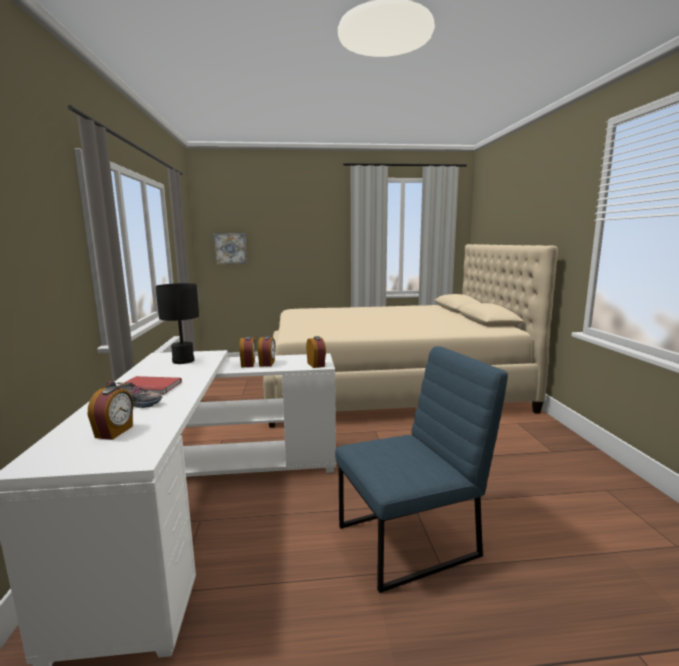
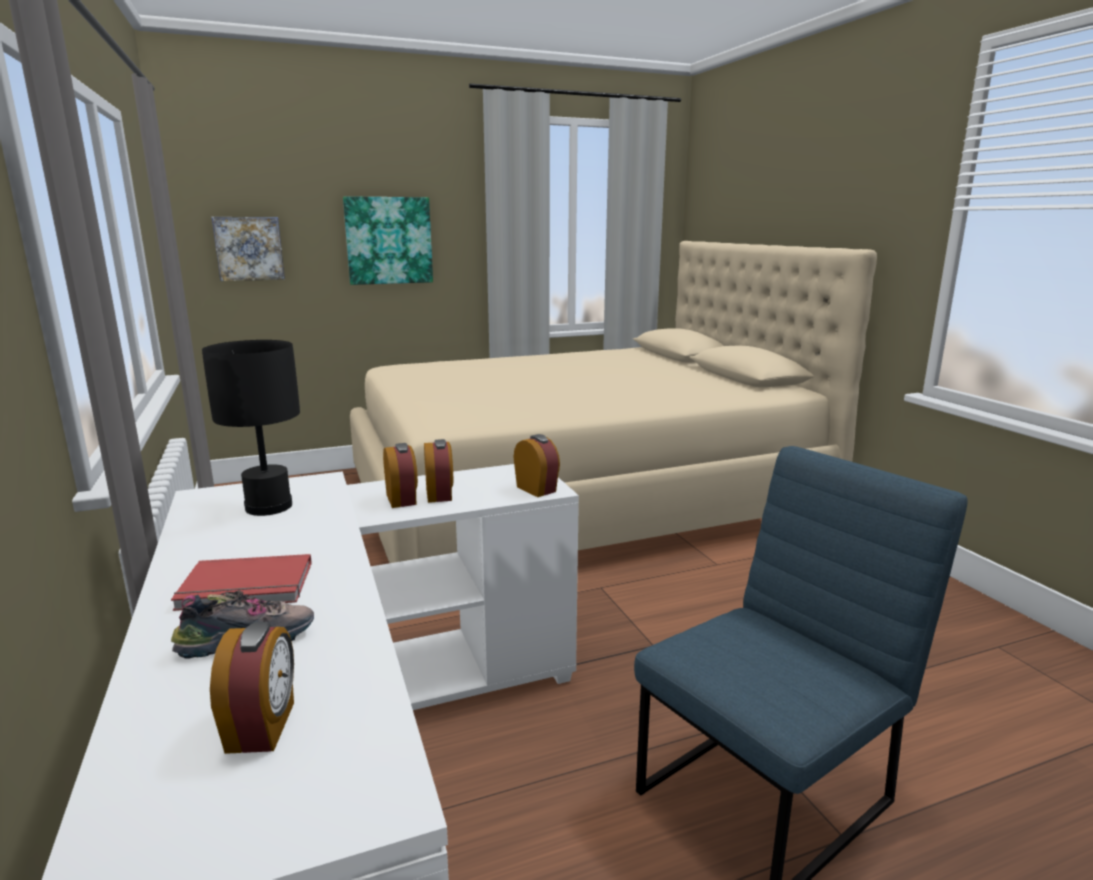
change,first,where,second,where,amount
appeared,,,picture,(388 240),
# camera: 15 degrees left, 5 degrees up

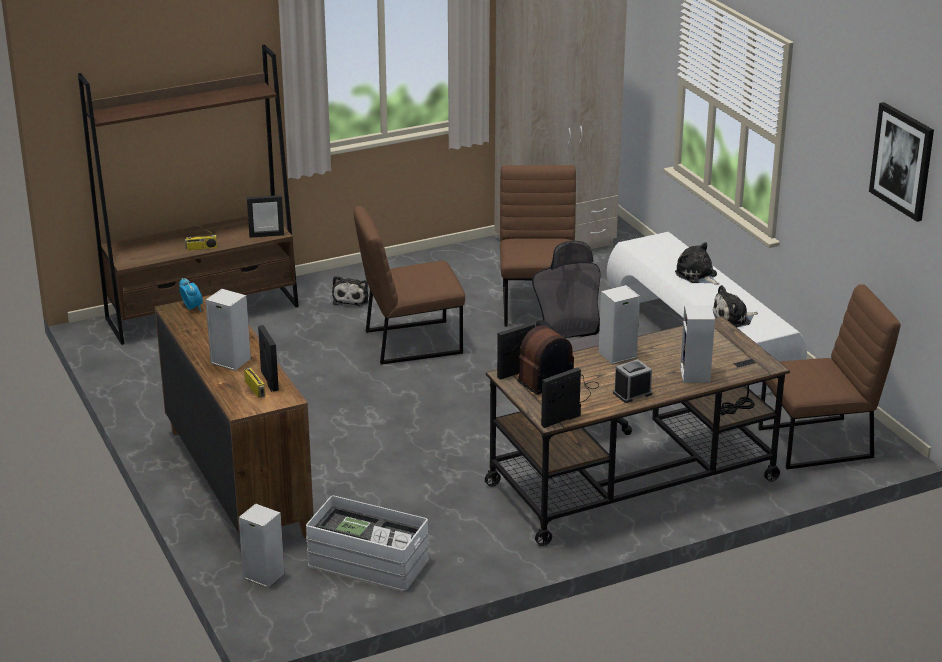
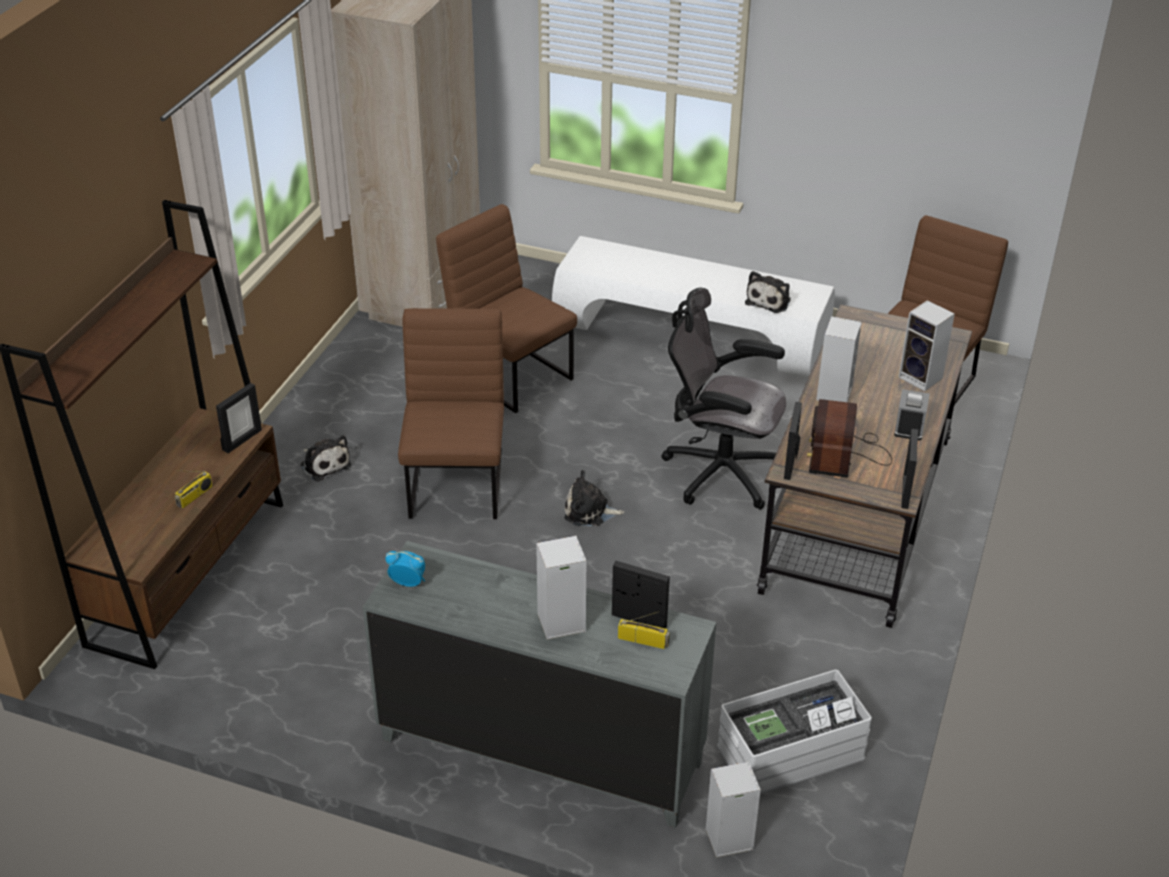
change,first,where,second,where,amount
colour,brown dresser,(234 416),grey dresser,(539 684),
spun,brown chair,(409 285),,(451 413),150 degrees clockwise
relocated,plush toy,(697 263),,(594 498),
missing,picture,(901 162),,,
# camera: 45 degrees left, 10 degrees up

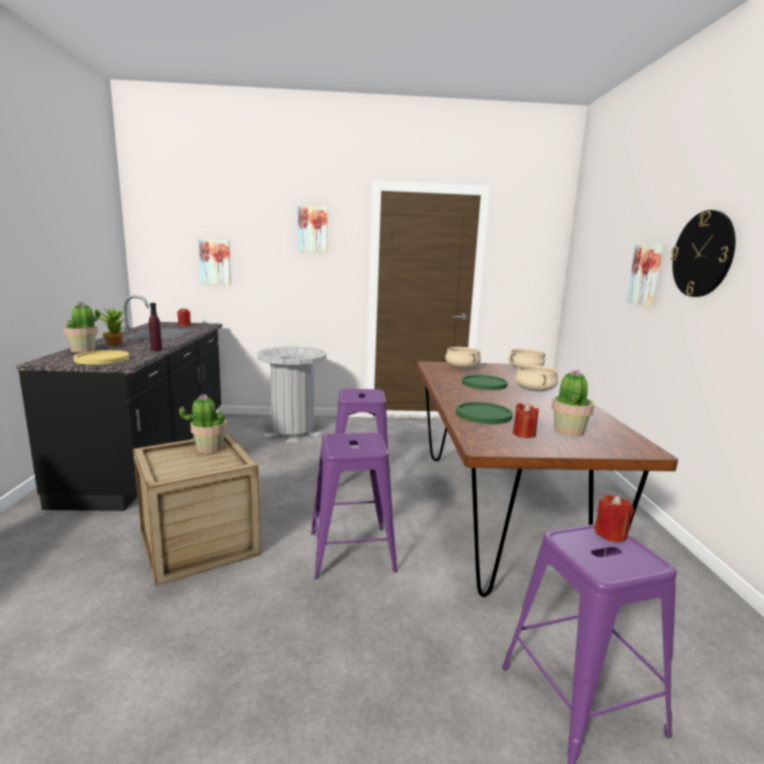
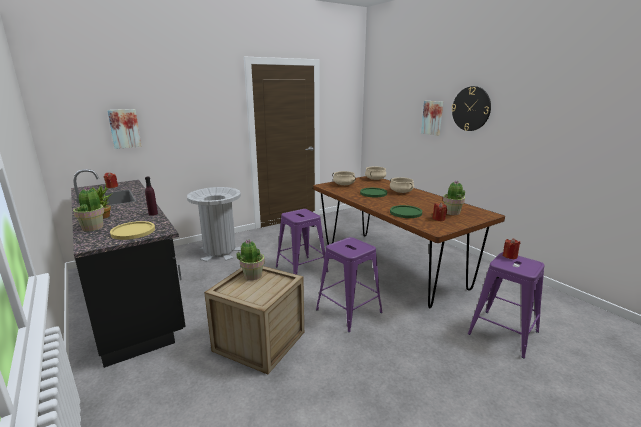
change,first,where,second,where,amount
missing,picture,(313 228),,,
# camera: 30 degrees left, 5 degrees up

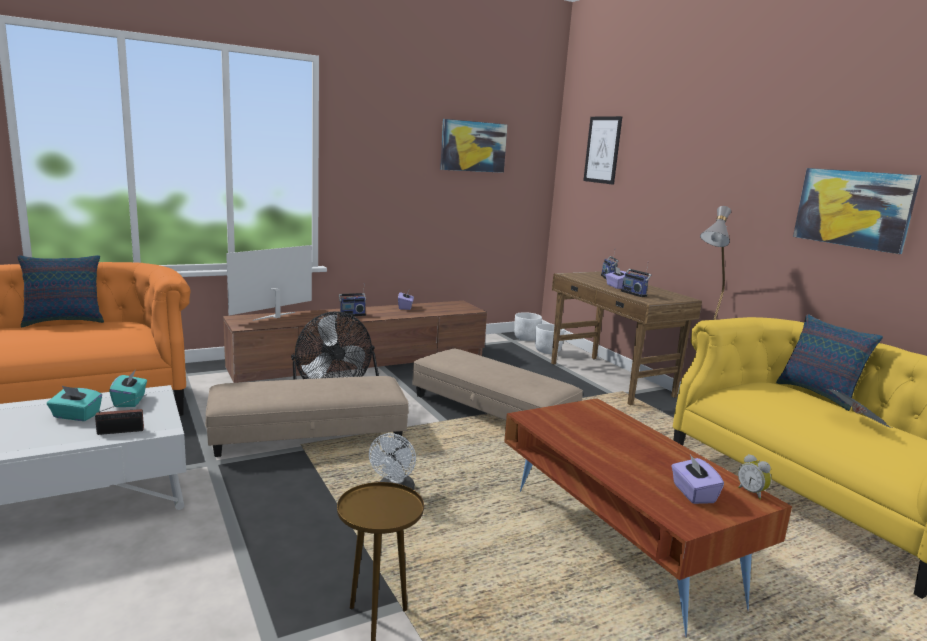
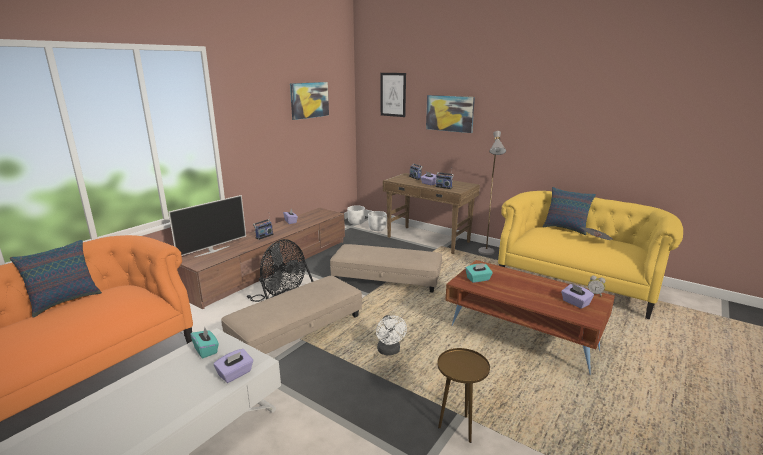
change,first,where,second,where,amount
relocated,turquoise tissue box,(74 403),,(479 273),
exchanged,radio,(121 414),purple tissue box,(233 366),
spun,television,(269 283),,(207 226),150 degrees counterclockwise
relocated,picture,(857 211),,(450 114),
# camera: 25 degrees left, 5 degrees up

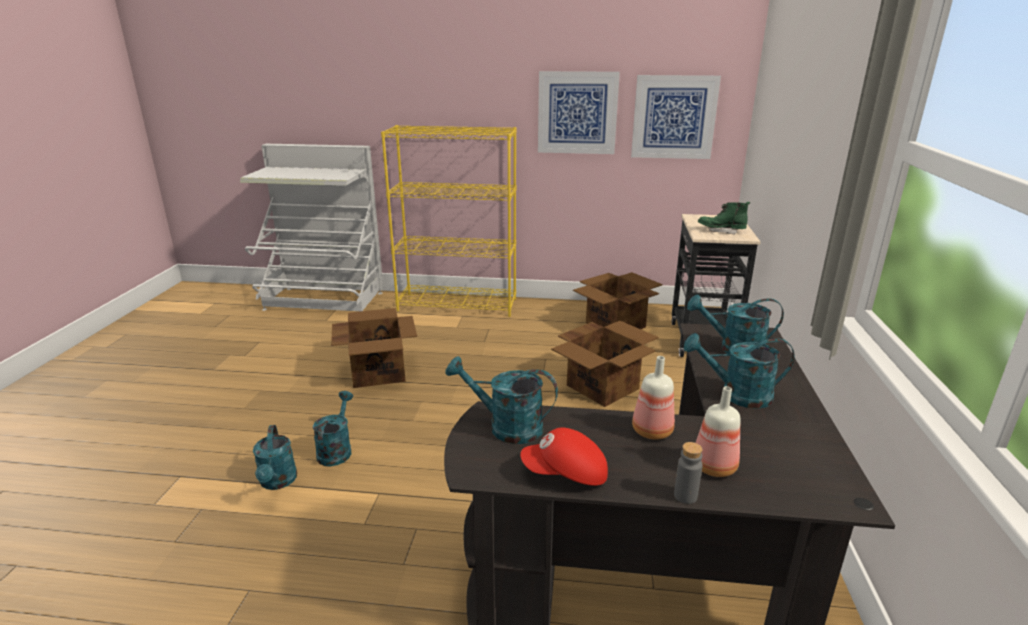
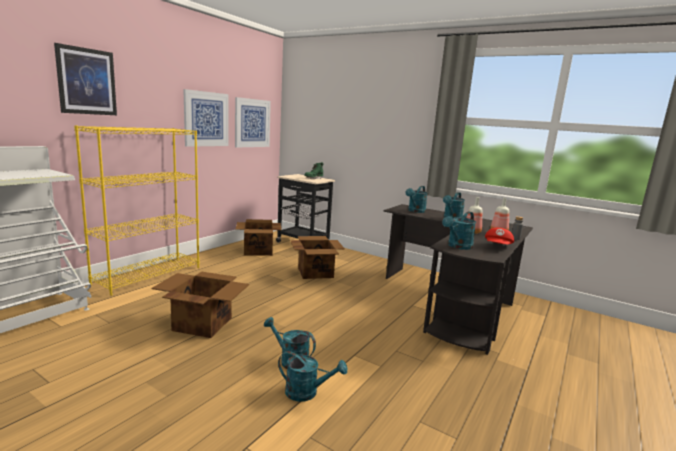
change,first,where,second,where,amount
appeared,,,picture,(85 79),
# camera: 65 degrees left, 10 degrees down

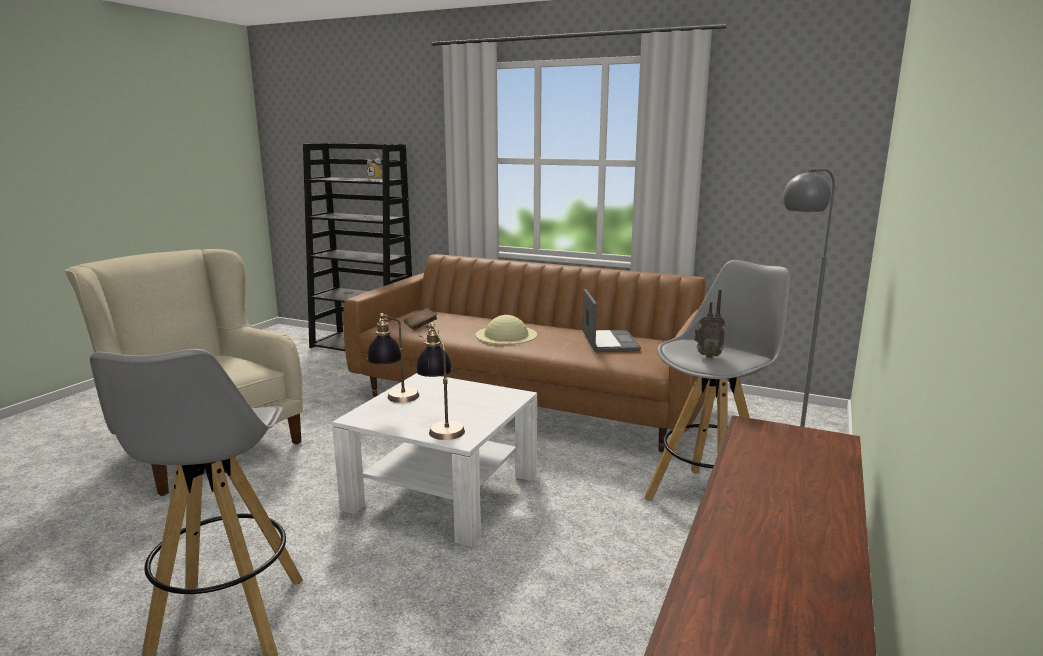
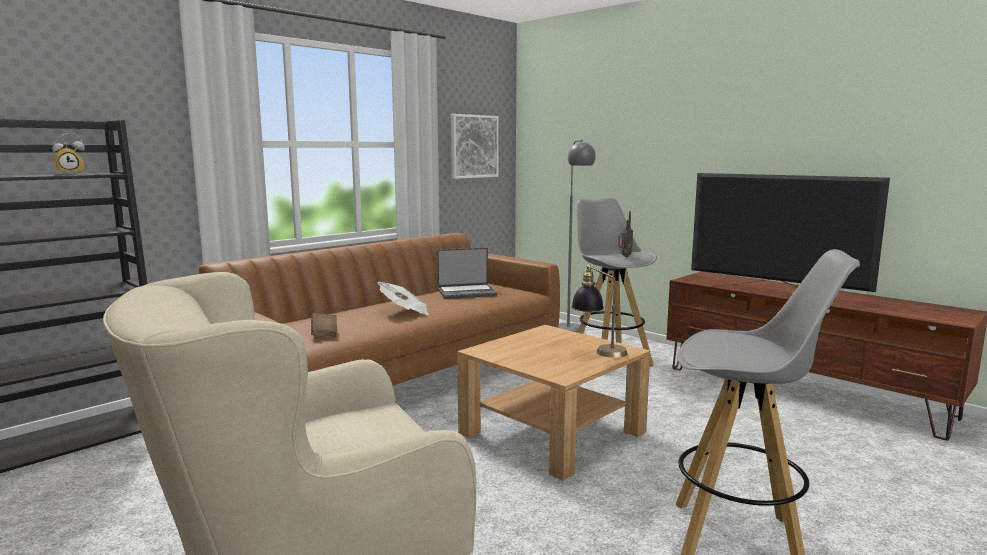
change,first,where,second,where,amount
colour,white coffee table,(434 460),brown coffee table,(553 403),
missing,table lamp,(393 358),,,
exchanged,beige hat,(506 330),newspaper,(402 298),
spun,laptop,(611 320),,(467 273),150 degrees clockwise
appeared,,,picture,(475 146),
appeared,,,television,(790 232),
# camera: 70 degrees left, 5 degrees down

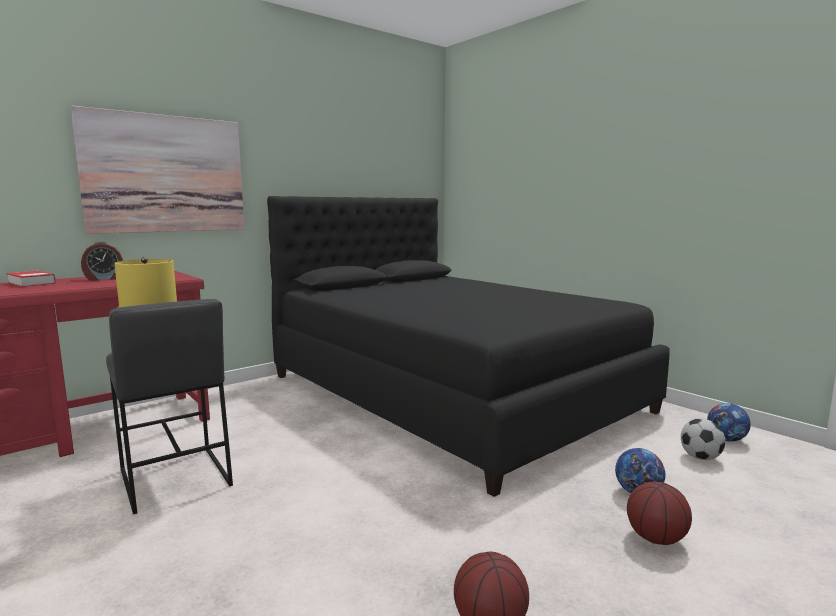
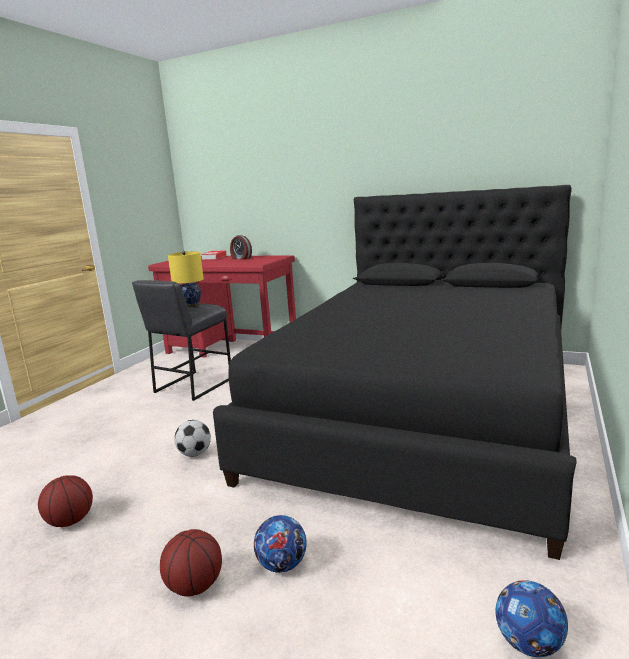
change,first,where,second,where,amount
missing,picture,(157 170),,,
relocated,football,(703 439),,(192 438),
# camera: 65 degrees right, 5 degrees up

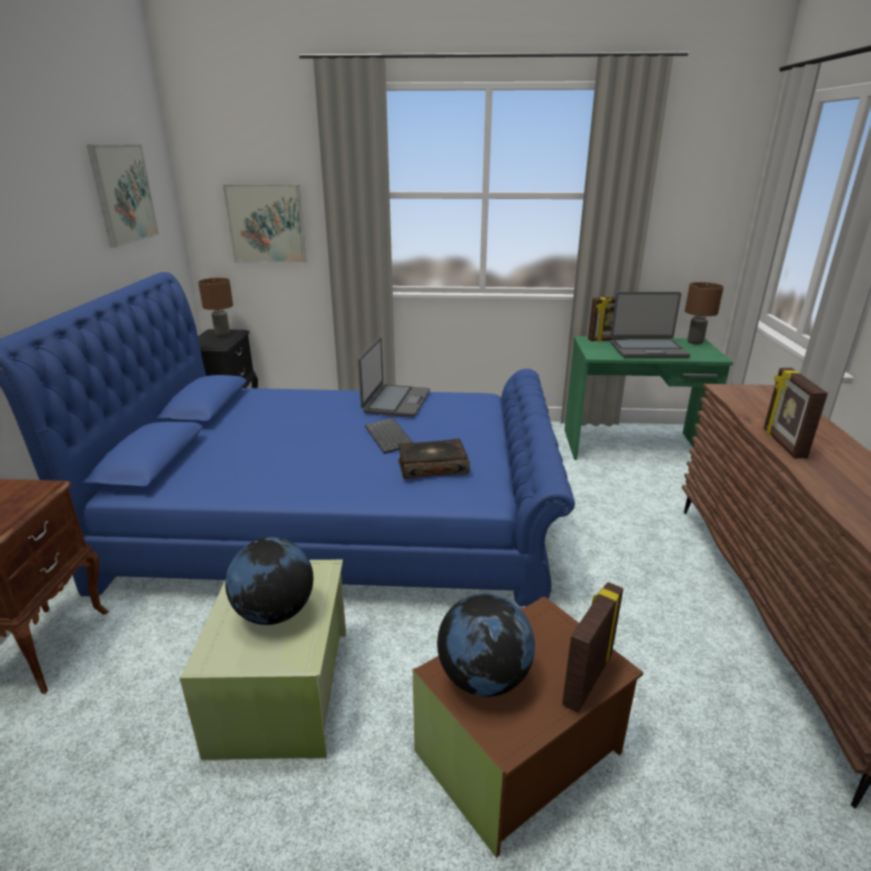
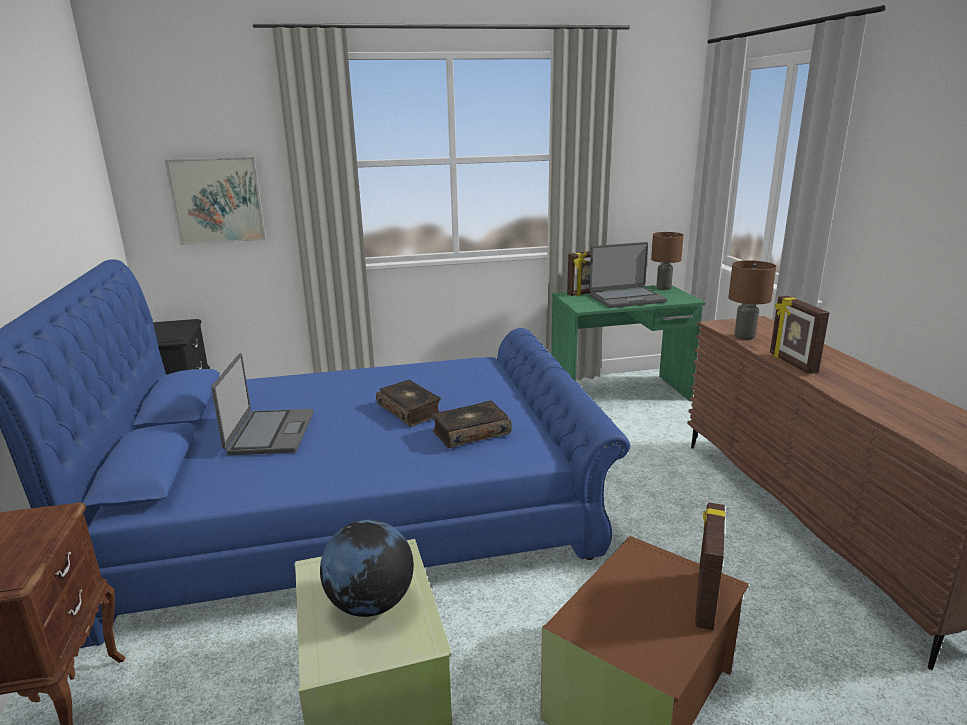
change,first,where,second,where,amount
missing,picture,(123 196),,,
relocated,brown table lamp,(215 307),,(752 300),
relocated,laptop,(394 377),,(262 404),
exchanged,keyboard,(389 436),book,(408 403),
missing,globe,(486 645),,,
# camera: 15 degrees left, 5 degrees down

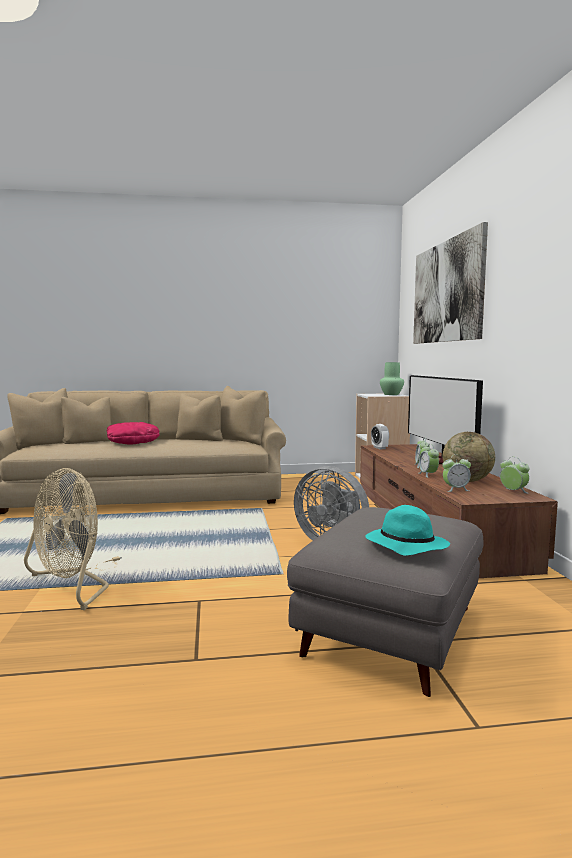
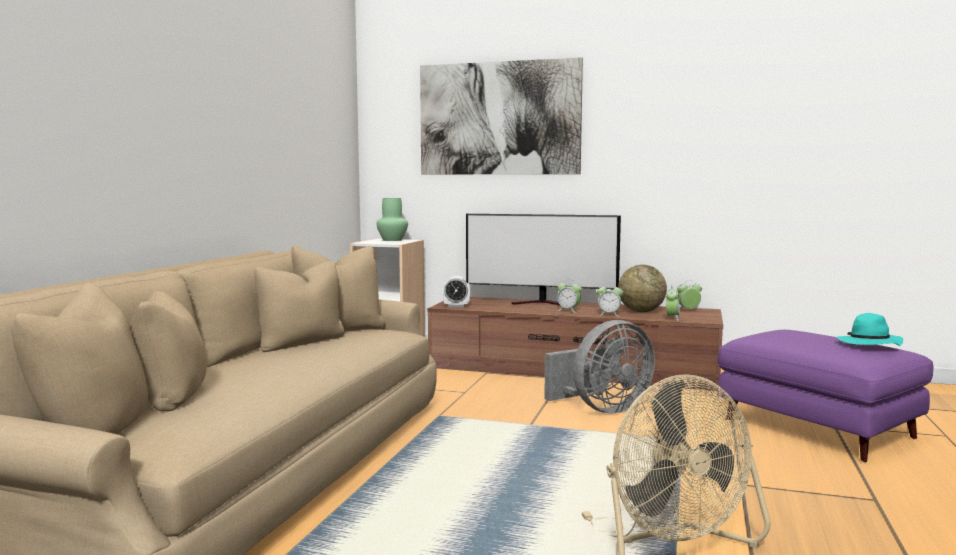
change,first,where,second,where,amount
missing,pink pillow,(133 433),,,
colour,grey ottoman,(385 602),purple ottoman,(825 396),
# camera: 65 degrees left, 0 degrees up

